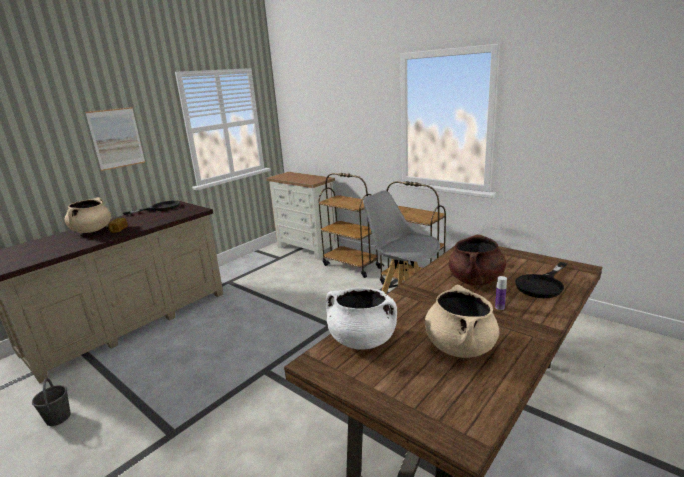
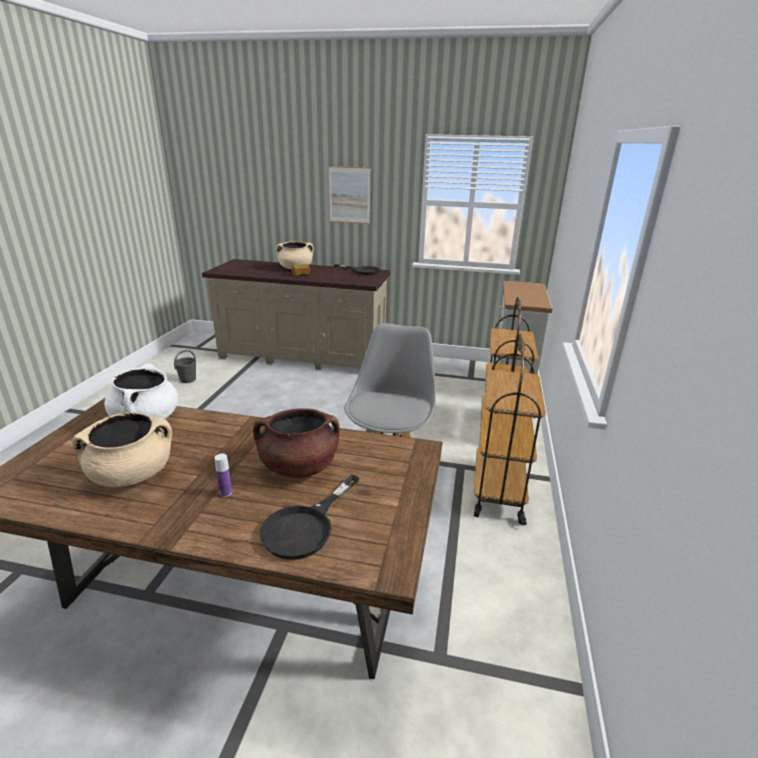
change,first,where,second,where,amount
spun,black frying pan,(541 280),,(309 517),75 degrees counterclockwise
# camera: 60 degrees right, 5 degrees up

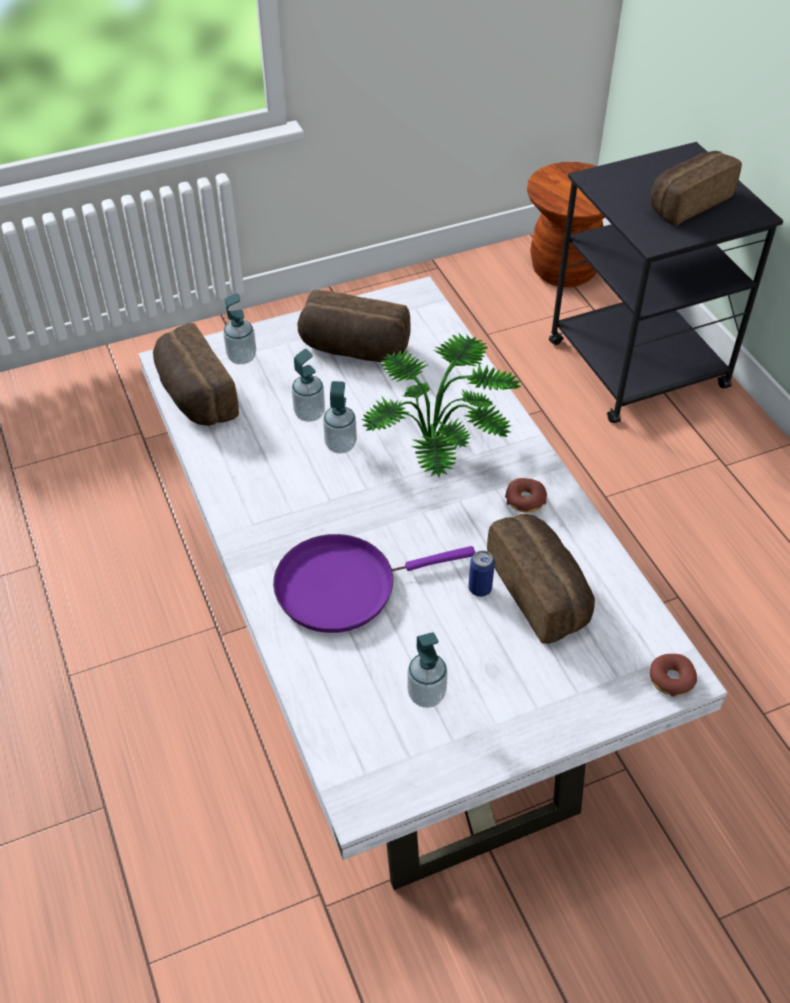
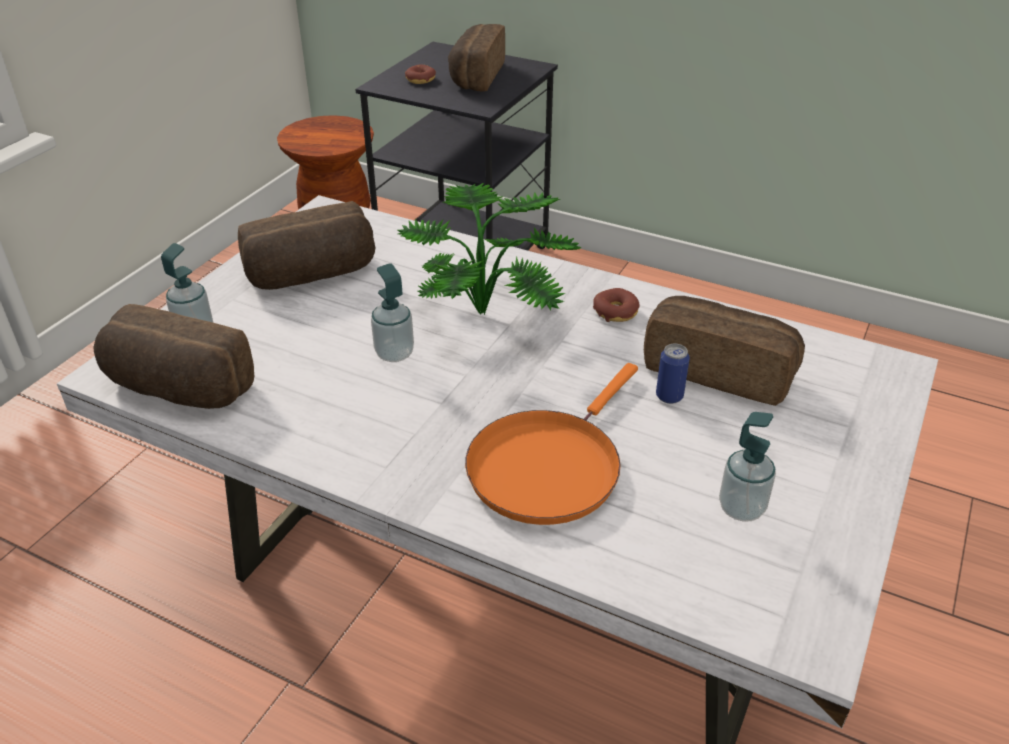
change,first,where,second,where,amount
colour,purple frying pan,(374 583),orange frying pan,(551 444),
missing,soap dispenser,(308 385),,,
relocated,donut,(673 675),,(420 74),
# camera: 40 degrees left, 10 degrees down

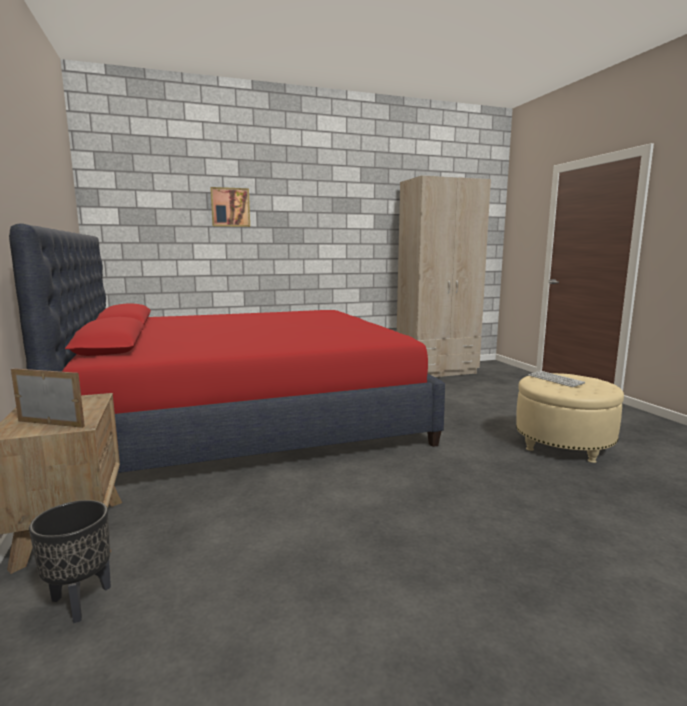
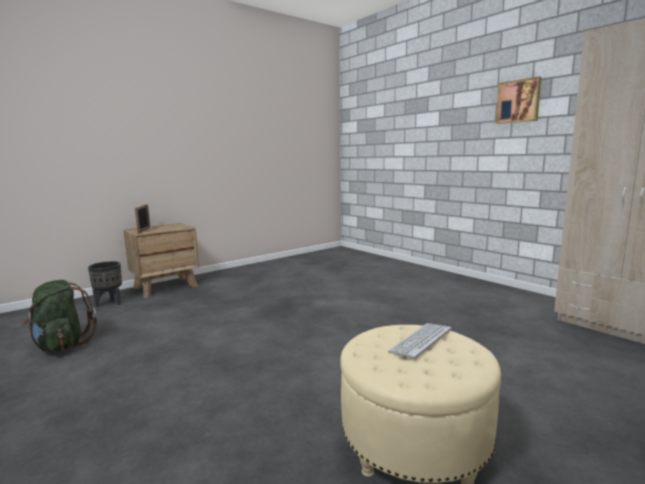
change,first,where,second,where,amount
missing,red bed,(227 348),,,
relocated,picture,(230 207),,(518 100),
appeared,,,green backpack,(59 316),
# camera: 70 degrees right, 0 degrees up

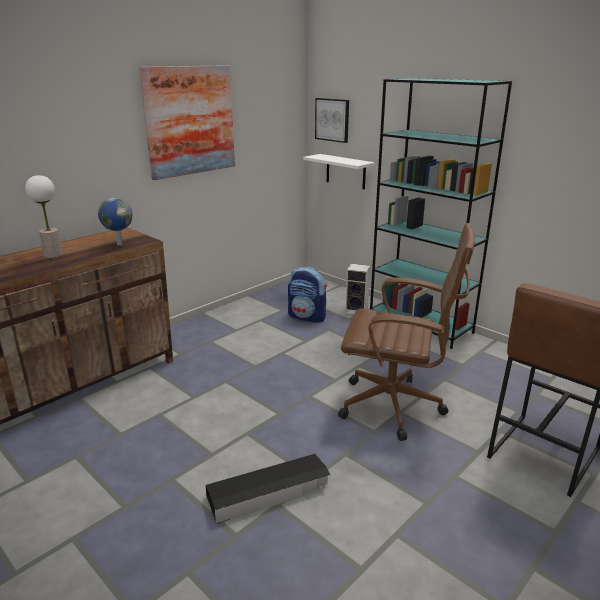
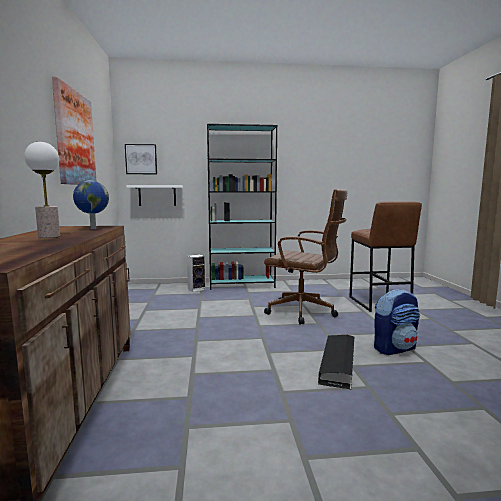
change,first,where,second,where,amount
relocated,backpack,(307 295),,(397 322),
spun,brown office chair,(406 332),,(305 257),60 degrees clockwise
# camera: 50 degrees left, 15 degrees down

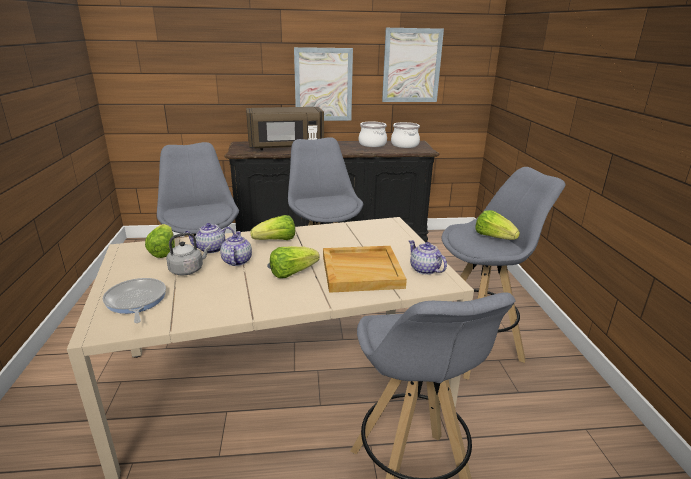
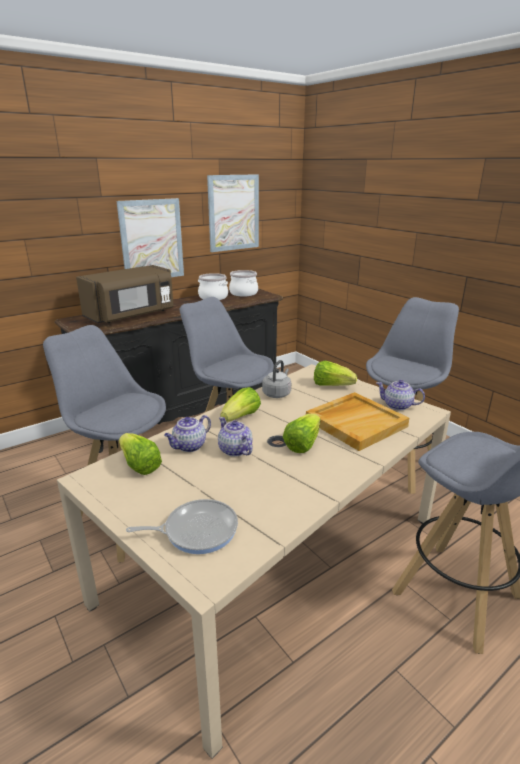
change,first,where,second,where,amount
spun,frying pan,(134 300),,(182 526),135 degrees clockwise
relocated,grey kettle,(188 254),,(276 379),
relocated,lettuce,(497 225),,(335 373),
# camera: 30 degrees left, 0 degrees up

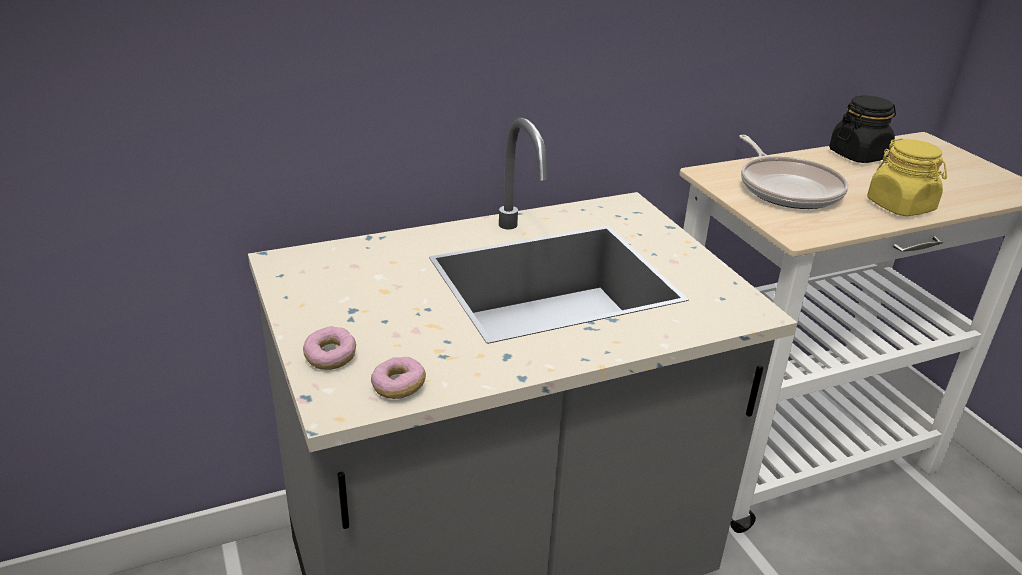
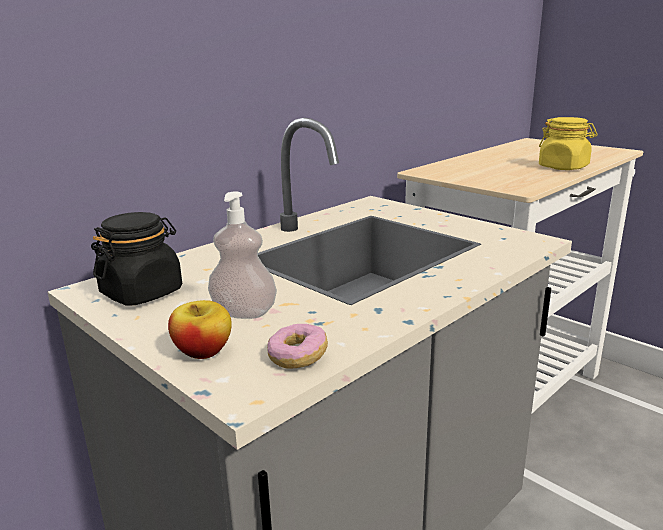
change,first,where,second,where,amount
exchanged,donut,(329 348),apple,(200 329),
missing,frying pan,(794 172),,,
relocated,black jar,(862 129),,(136 259),
appeared,,,soap dispenser,(242 255),
# camera: 20 degrees left, 10 degrees down

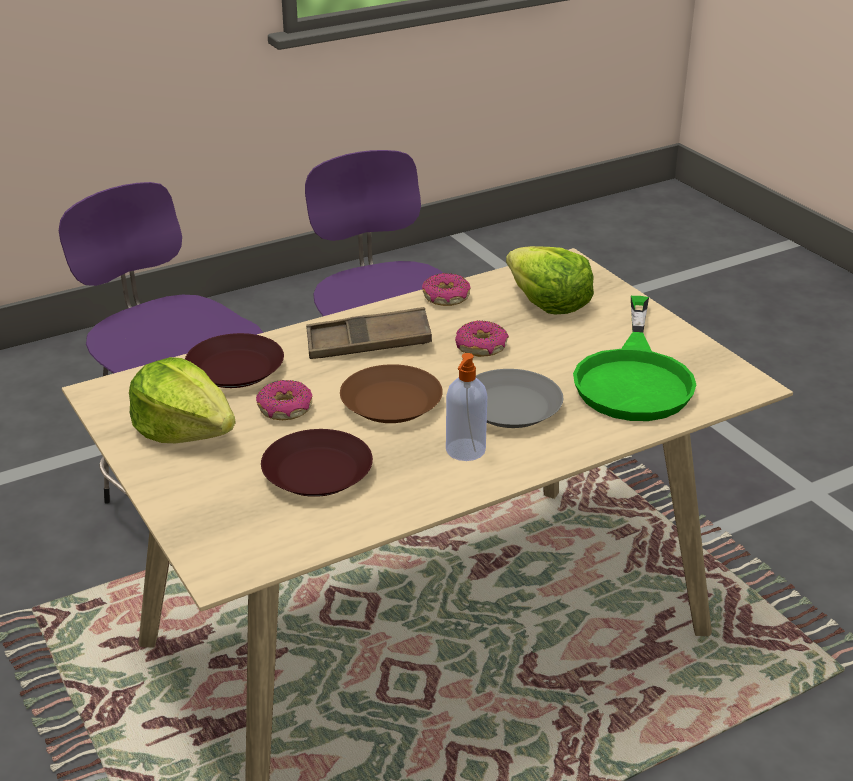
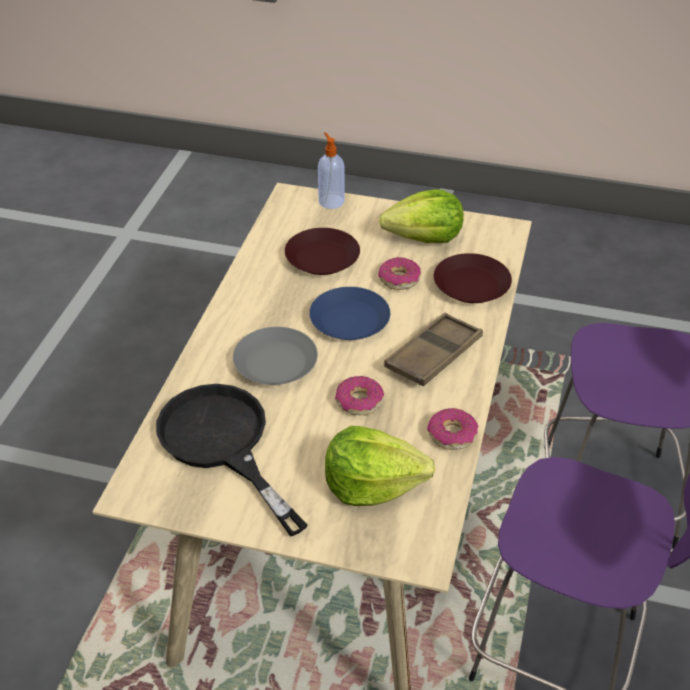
change,first,where,second,where,amount
colour,brown plate,(391 393),blue plate,(349 313),
relocated,soap dispenser,(466 407),,(331 170),
colour,green frying pan,(634 358),black frying pan,(232 460),
# camera: 135 degrees right, 10 degrees up

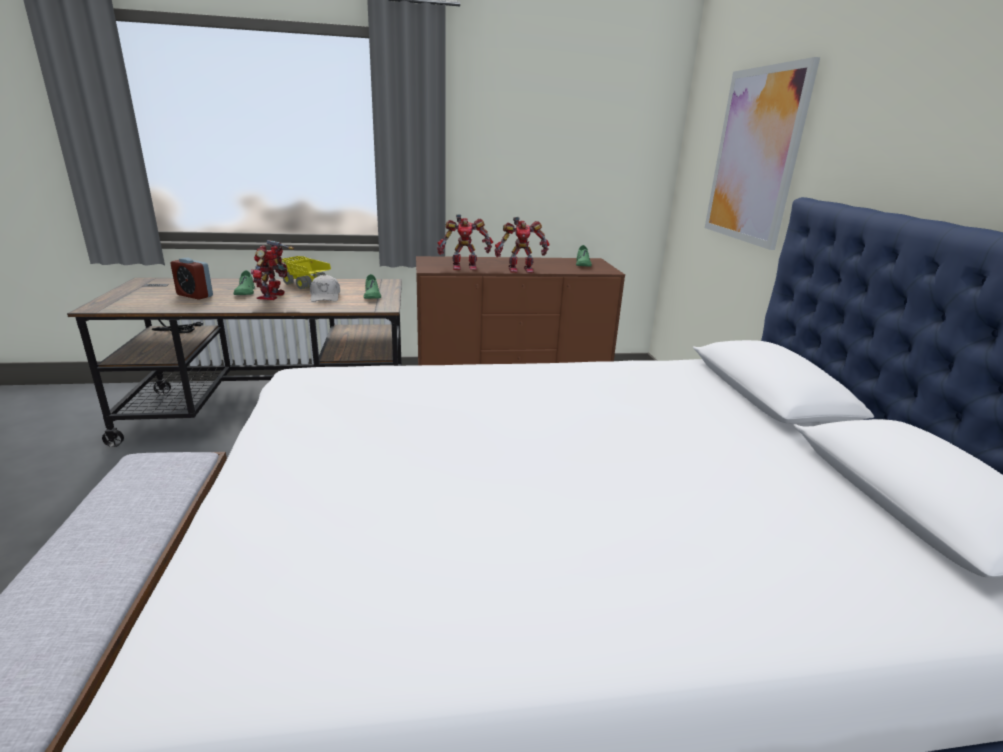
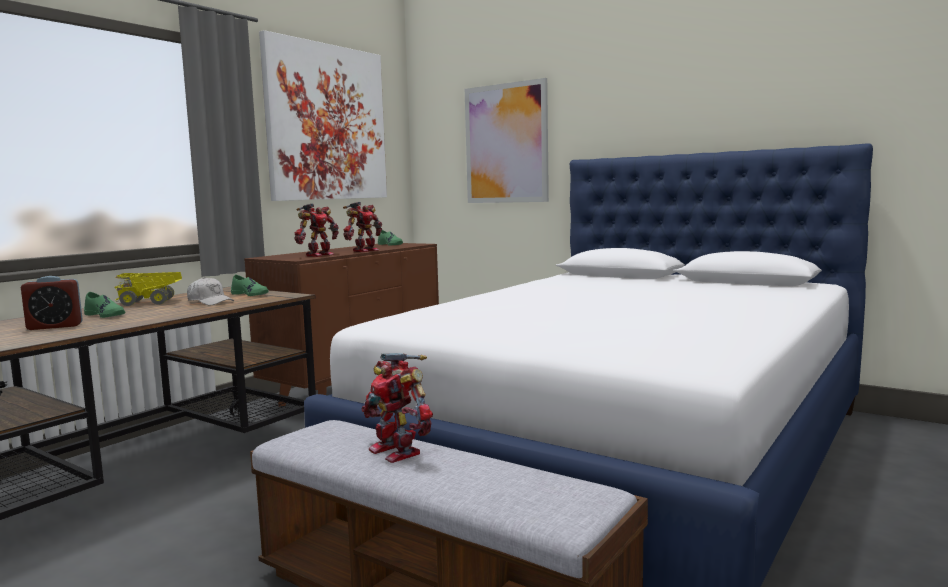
change,first,where,second,where,amount
relocated,toy robot,(272 270),,(397 408),
appeared,,,picture,(323 115),
# camera: 45 degrees left, 15 degrees down

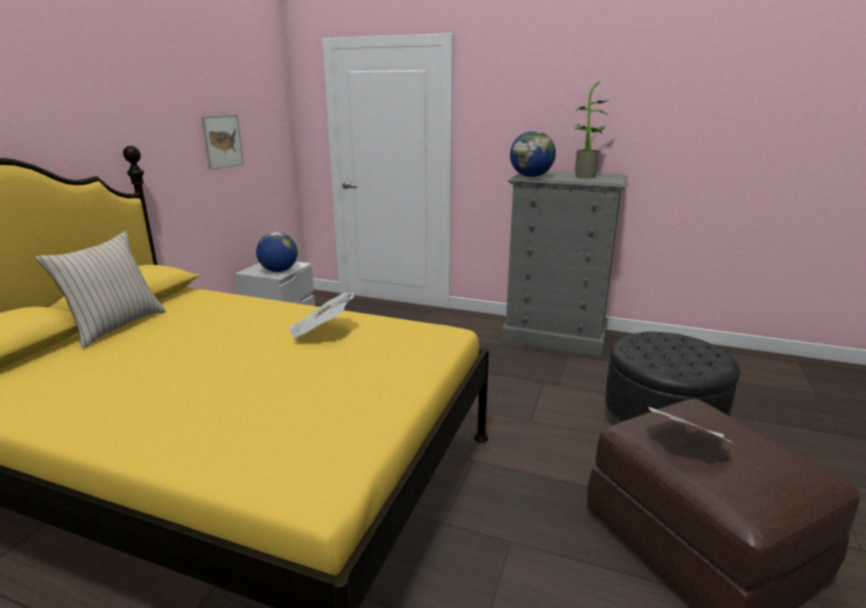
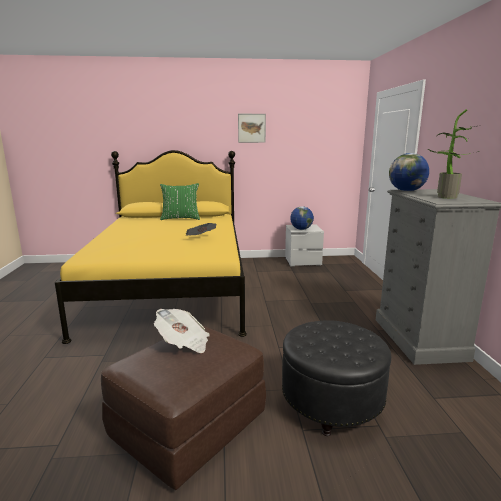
change,first,where,second,where,amount
colour,beige pillow,(100 289),green pillow,(180 201),
relocated,picture,(222 142),,(252 128),
# camera: 65 degrees right, 5 degrees down

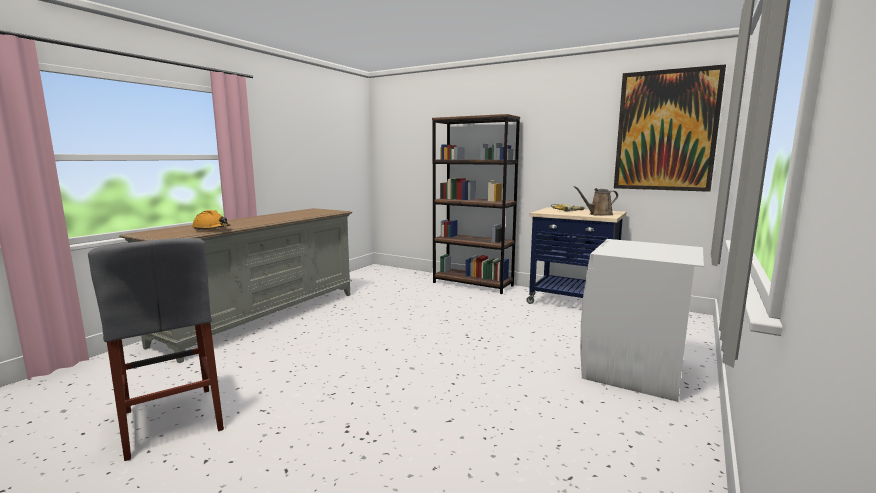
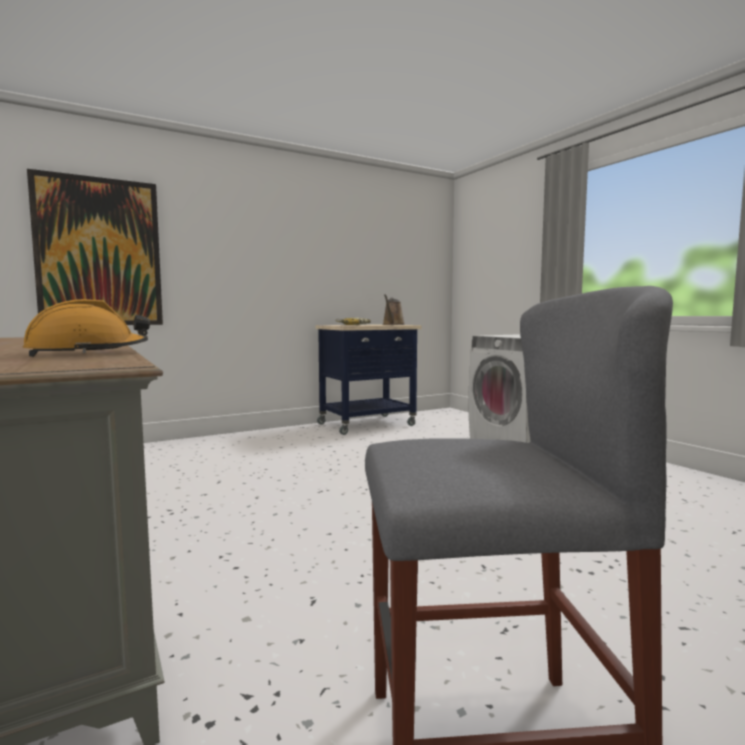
change,first,where,second,where,amount
missing,brown bookcase,(476 204),,,
relocated,picture,(670 128),,(95 247),
# camera: 60 degrees left, 5 degrees down

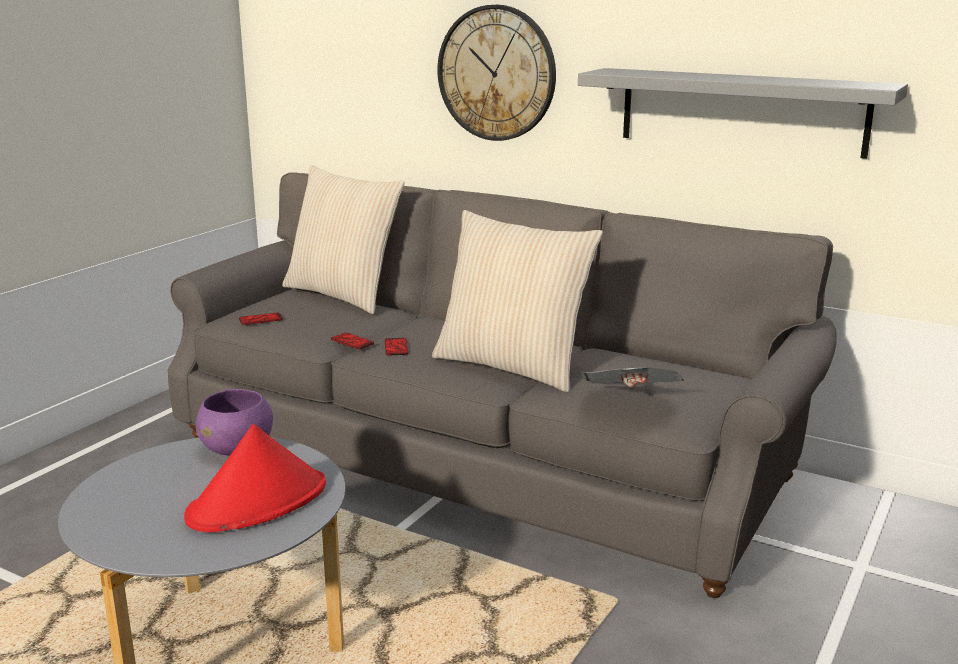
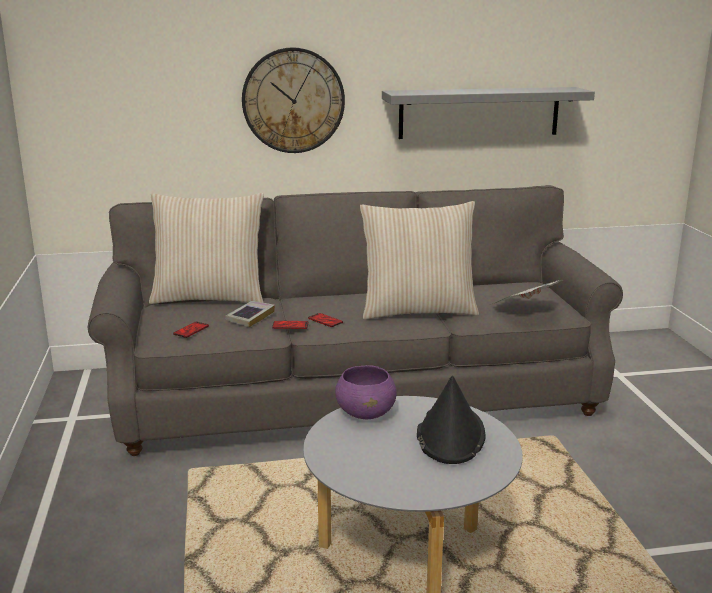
change,first,where,second,where,amount
colour,red hat,(255 478),black hat,(451 420),
appeared,,,book,(250 314),
# camera: 40 degrees left, 0 degrees up

